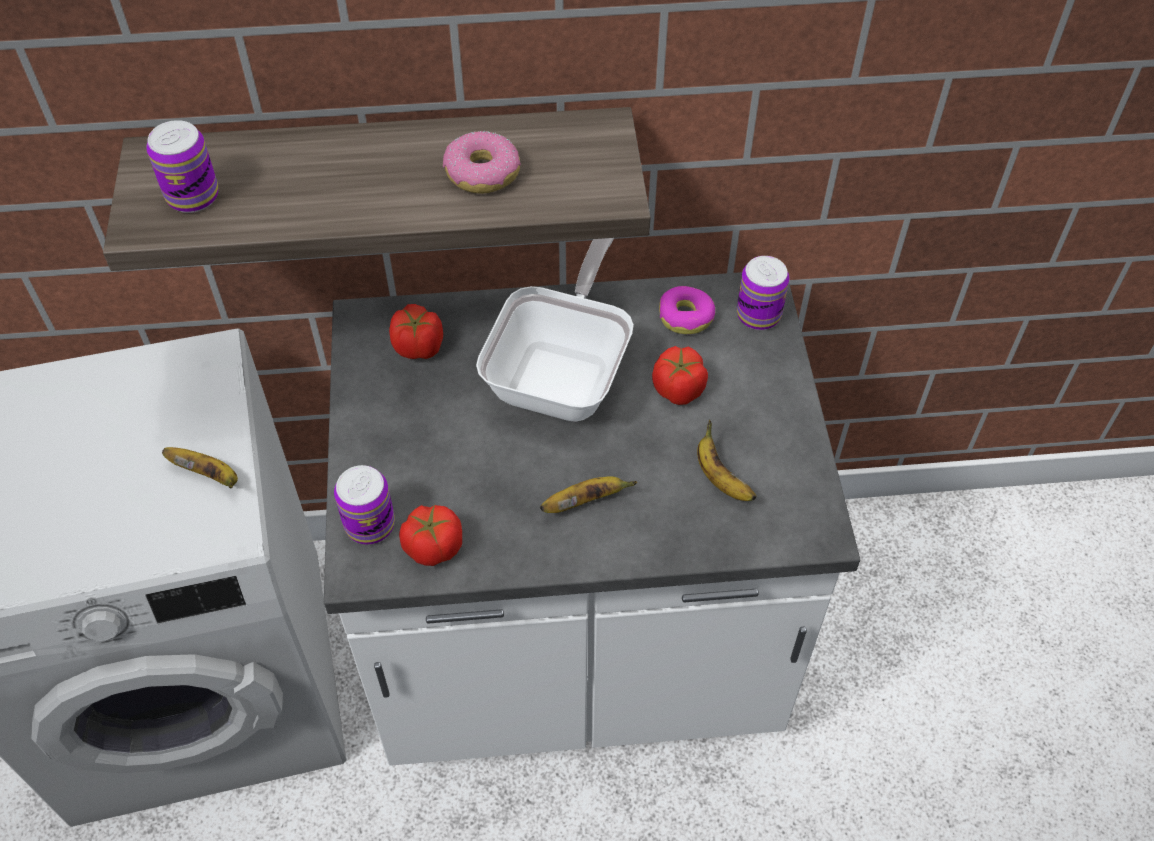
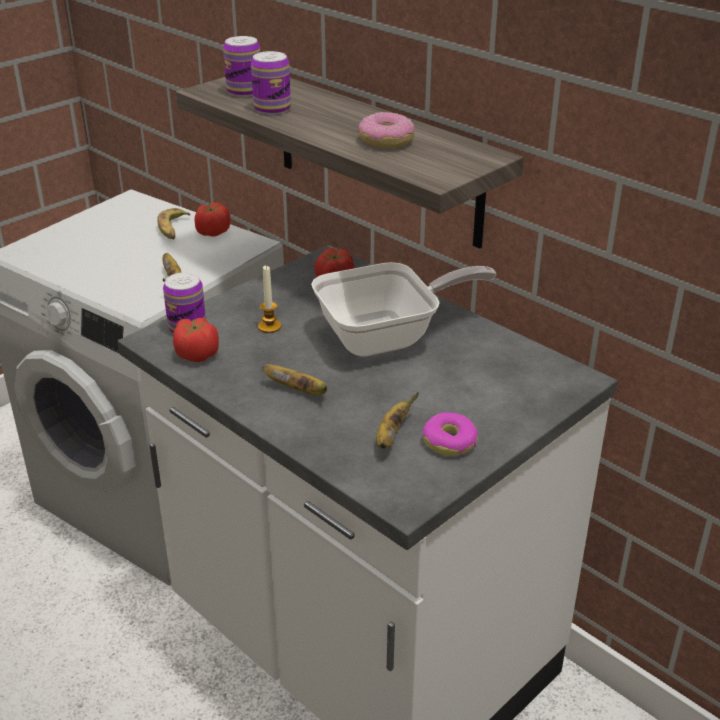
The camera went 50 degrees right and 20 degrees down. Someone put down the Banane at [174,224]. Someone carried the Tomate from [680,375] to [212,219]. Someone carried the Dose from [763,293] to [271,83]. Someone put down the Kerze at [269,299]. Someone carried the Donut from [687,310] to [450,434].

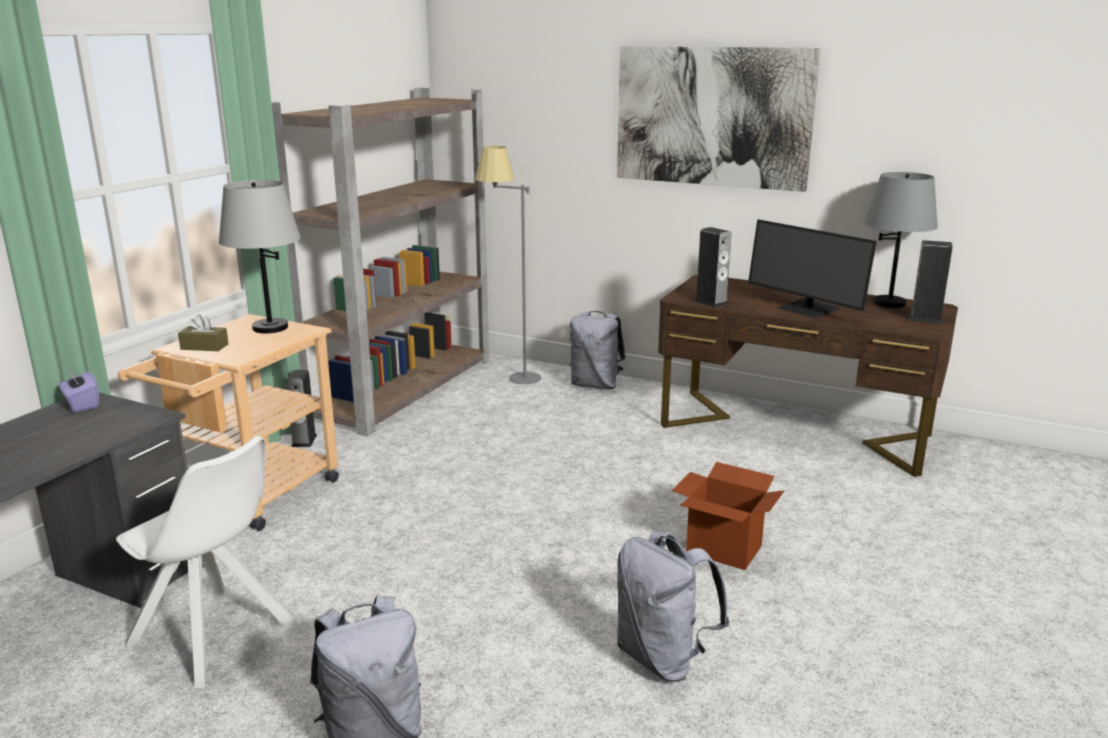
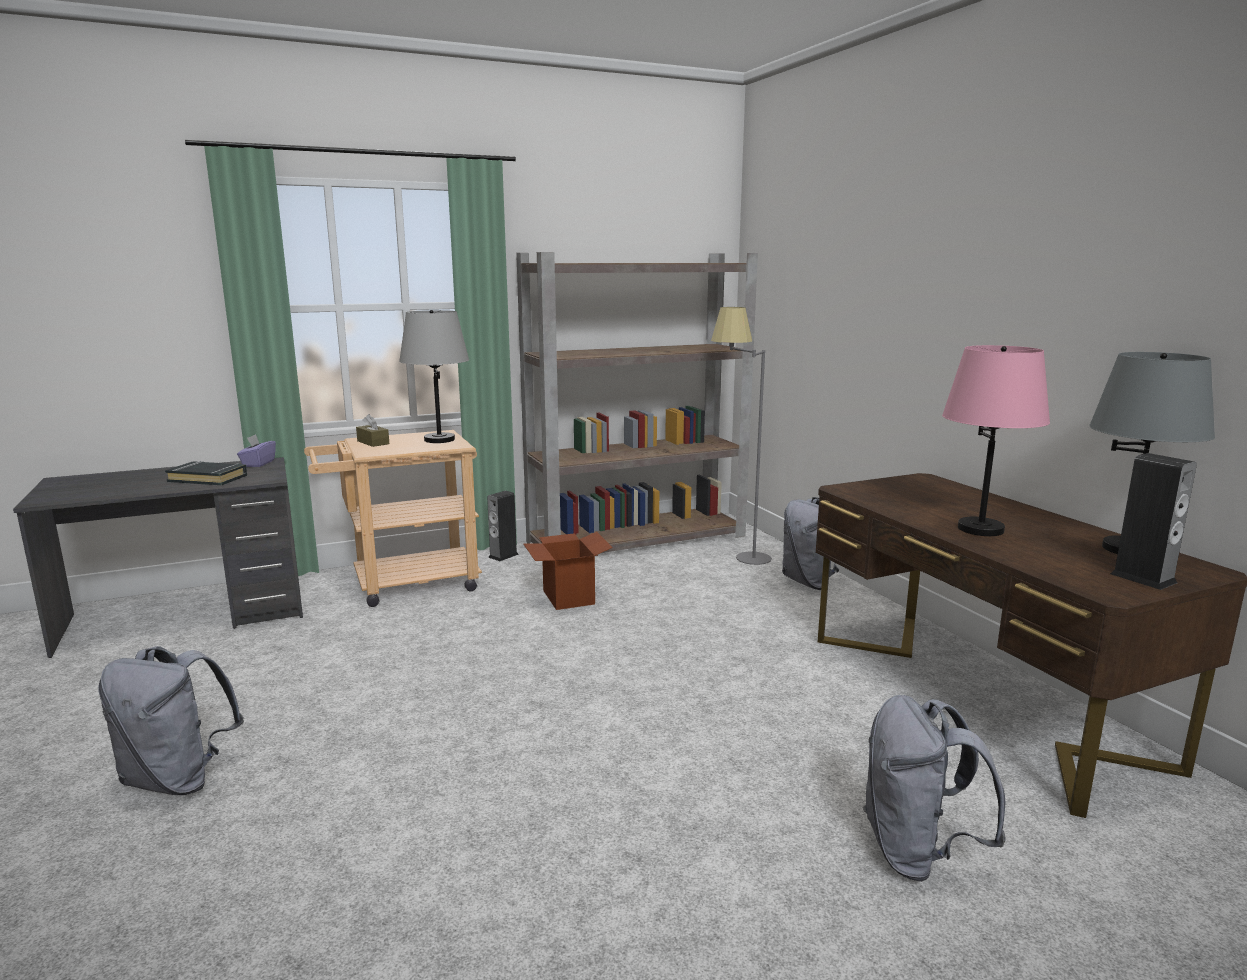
The camera went 40 degrees right and 5 degrees down. Someone put down the Buch (schwarz) at [206,473]. Someone carried the Karton from [728,516] to [568,571]. Someone carried the Rucksack (grau) from [673,606] to [934,788]. Someone swapped the Monitor at [812,268] for the Tischlampe (rosa) at [996,440]. Someone took away the Stuhl (weiß) at [205,562]. Someone took away the Bild at [719,119]. Someone took away the Lautsprecher at [713,267].

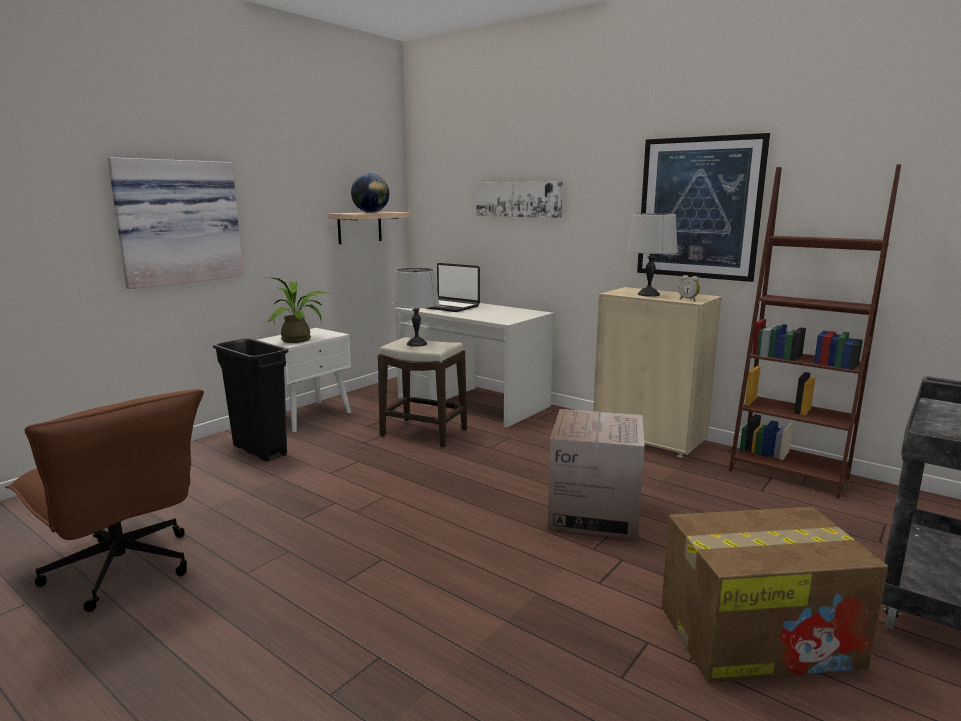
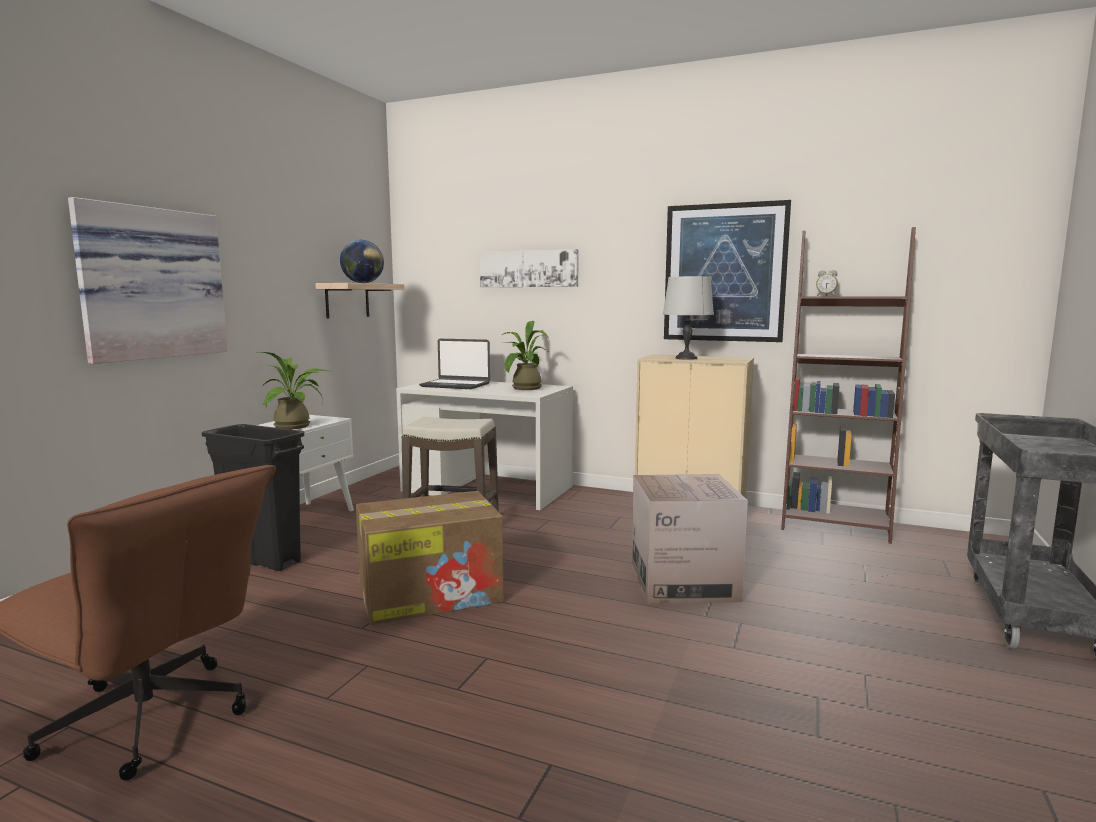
The camera went 15 degrees left and 5 degrees down. Someone carried the Karton from [774,595] to [430,558]. Someone put down the Topfpflanze at [525,355]. Someone carried the Wecker from [689,288] to [827,283]. Someone took away the Tischlampe (grau) at [415,307].

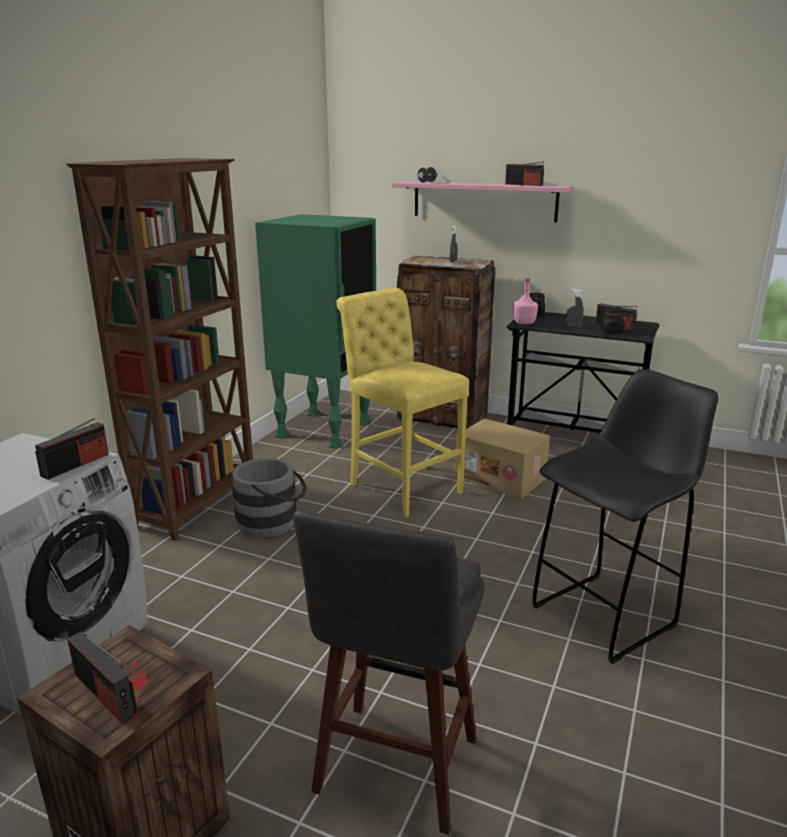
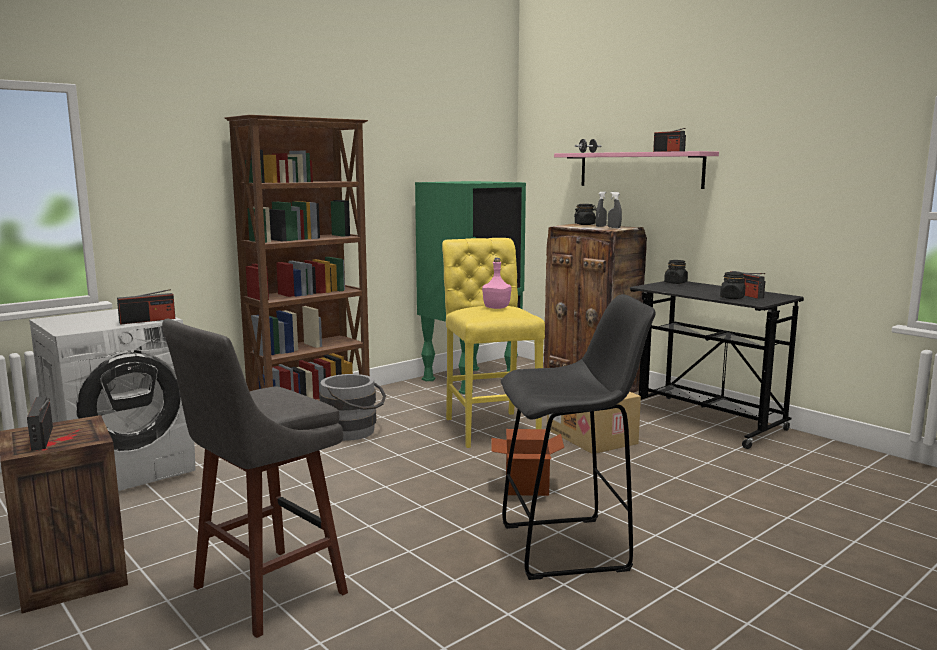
The camera went 25 degrees right and 10 degrees down. Someone carried the Flasche (rosa) from [525,301] to [496,283]. Someone put down the Karton at [527,462]. Someone put down the Vorratsglas (schwarz) at [585,214]. Someone carried the Sprühflasche (grau) from [575,308] to [615,210].

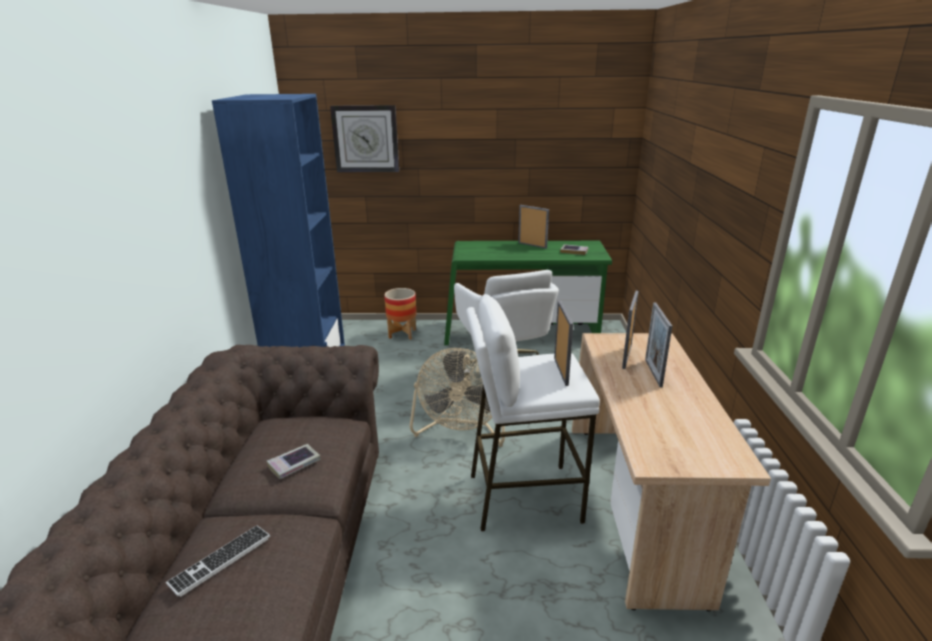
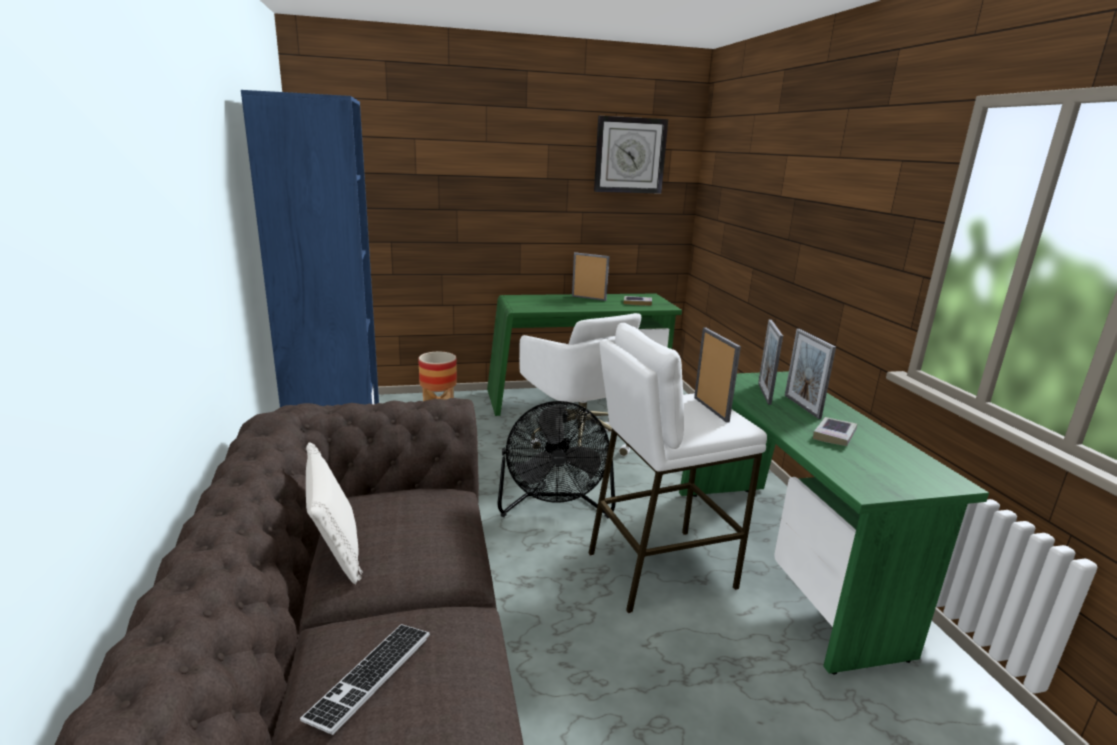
The camera went 15 degrees left and 5 degrees down. Someone put down the Kissen (weiß) at [334,513]. Someone repainted the Ventilator (beige) at [457,397], which became the Ventilator (schwarz) at [556,460]. Someone carried the Wanduhr from [364,138] to [631,155]. Someone repainted the Schreibtisch (beige) at [671,472], which became the Schreibtisch (grün) at [834,523]. Someone carried the Buch from [294,461] to [835,431].

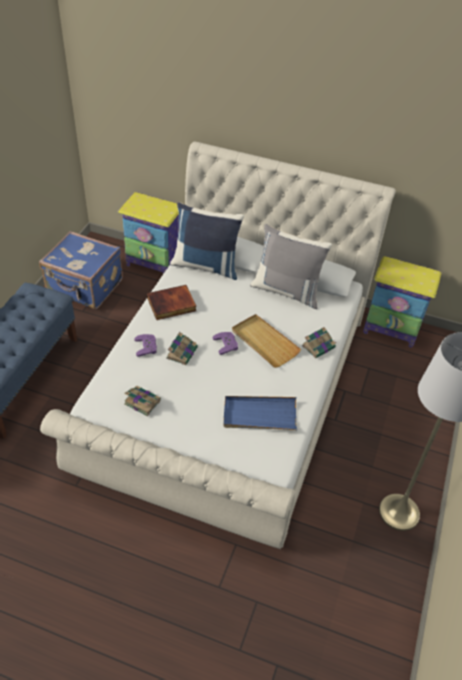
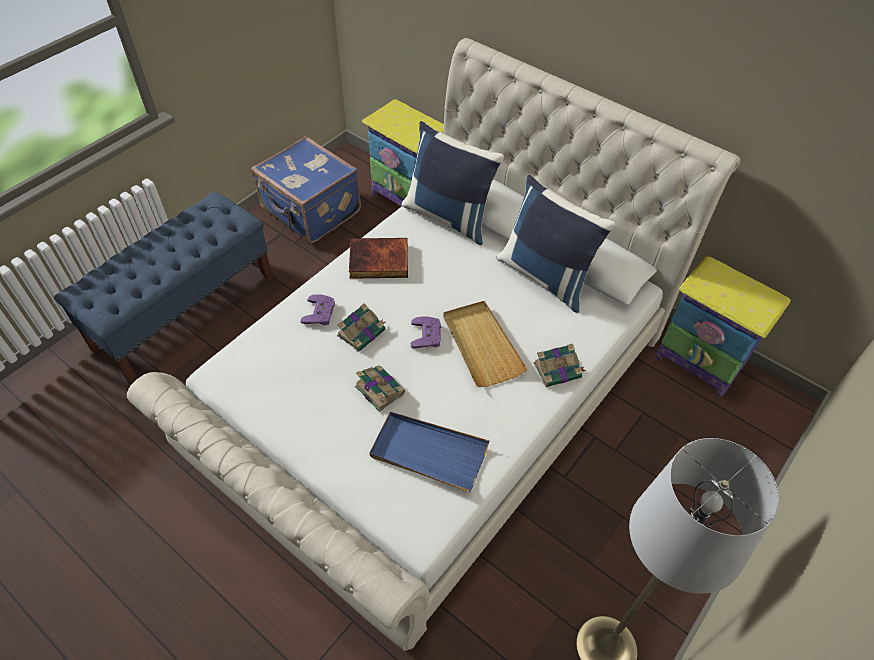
The camera went 20 degrees right and 5 degrees up. Someone carried the Buch from [142,401] to [380,388]. Someone repainted the Kissen (grau) at [291,266], which became the Kissen (blau) at [556,244].

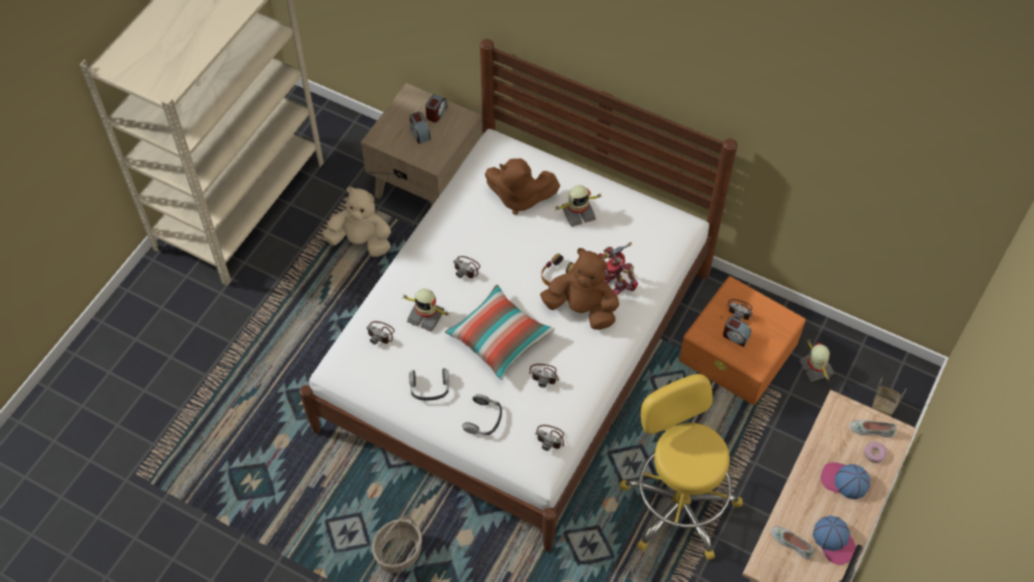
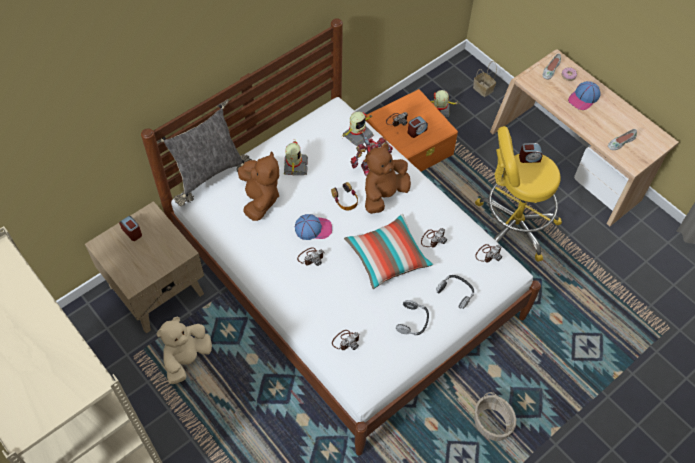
The camera went 70 degrees left and 0 degrees up. Someone put down the Kissen at [204,153]. Someone rotated the Plüschtier (braun) at [522,186] by 45 degrees counterclockwise. Someone carried the Kappe from [834,540] to [313,227]. Someone carried the Spielzeugroboter from [426,310] to [357,128]. Someone carried the Wecker from [420,128] to [531,153].

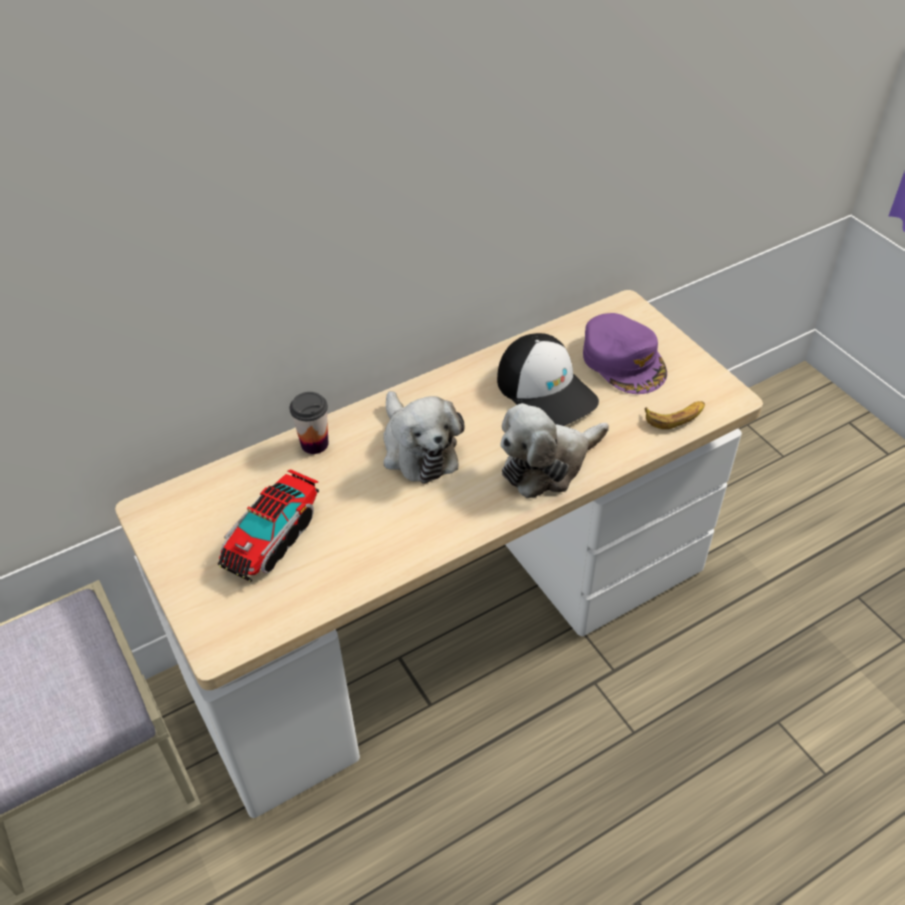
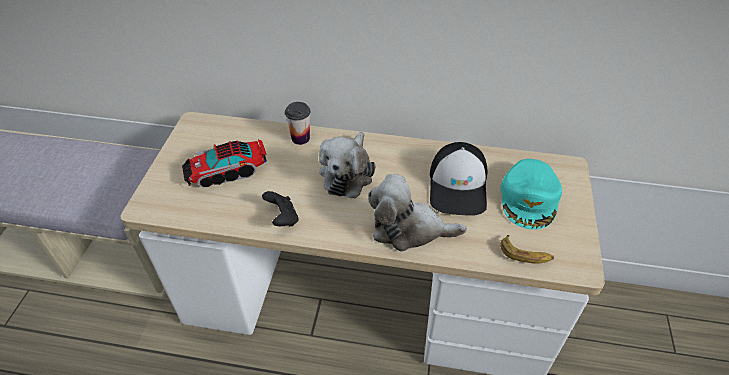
The camera went 40 degrees right and 0 degrees up. Someone put down the Gamepad (schwarz) at [280,208]. Someone repainted the Kappe (lila) at [625,353], which became the Kappe (türkis) at [531,194].

